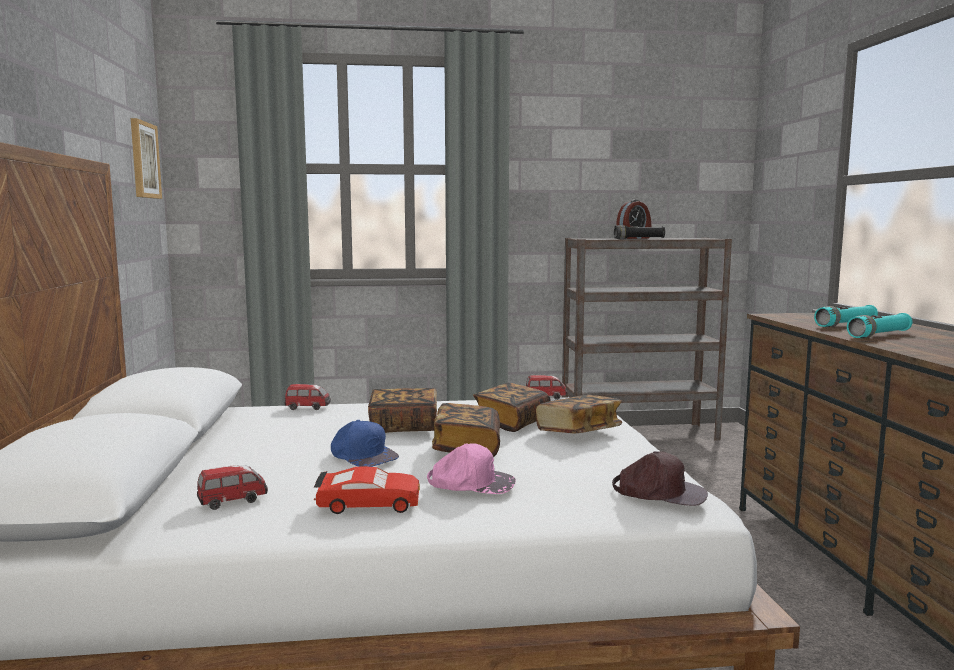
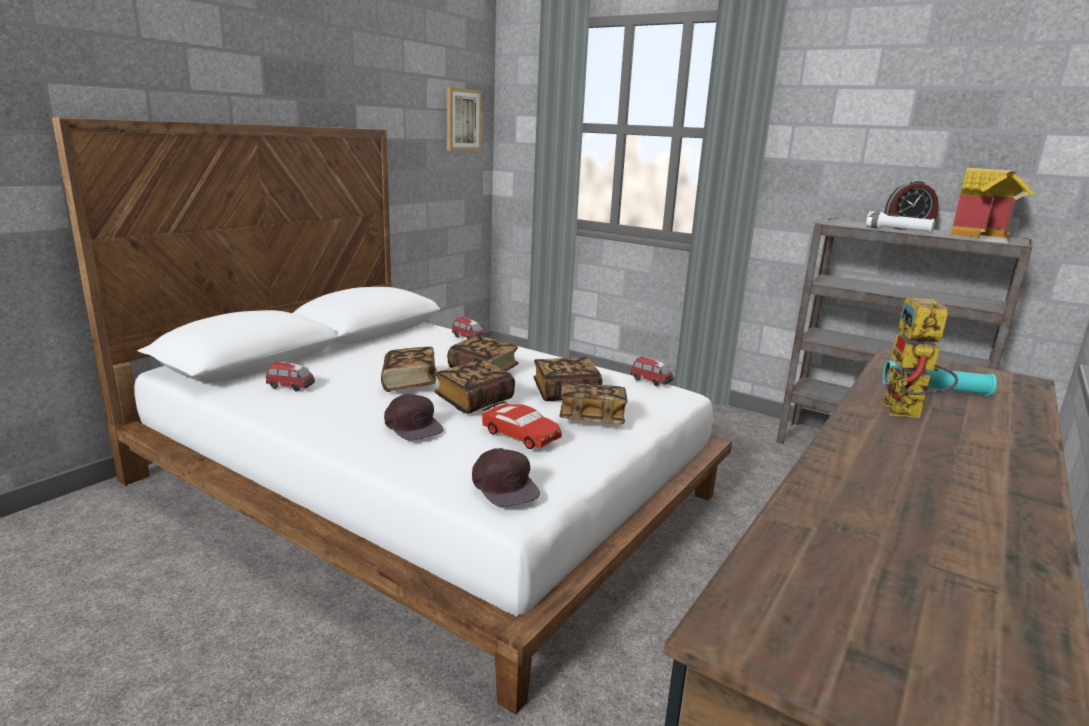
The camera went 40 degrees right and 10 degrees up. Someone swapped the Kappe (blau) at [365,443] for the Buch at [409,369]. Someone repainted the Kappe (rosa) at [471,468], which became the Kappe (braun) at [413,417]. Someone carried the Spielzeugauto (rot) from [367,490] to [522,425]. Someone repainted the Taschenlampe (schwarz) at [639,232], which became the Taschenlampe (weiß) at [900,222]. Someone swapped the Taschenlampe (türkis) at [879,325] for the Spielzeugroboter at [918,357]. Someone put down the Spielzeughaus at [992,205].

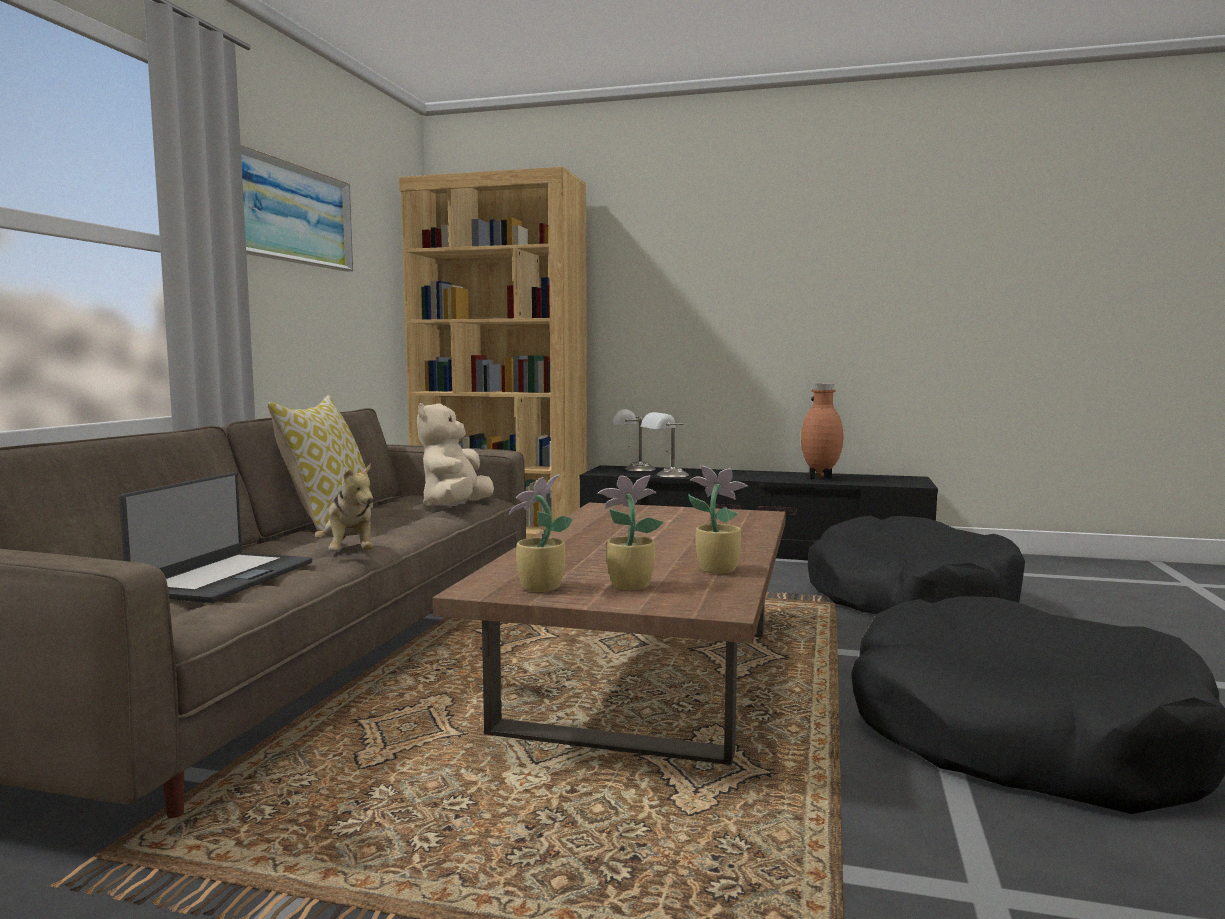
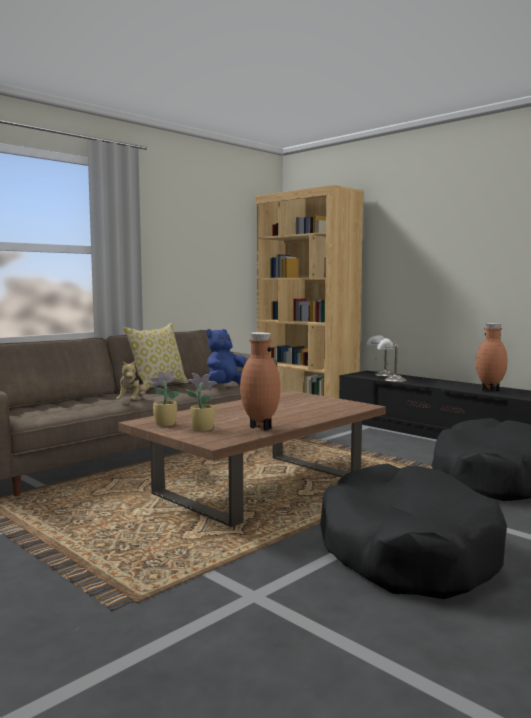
The camera went 30 degrees right and 0 degrees up. Someone repainted the Plüschtier (beige) at [455,454], which became the Plüschtier (blau) at [226,356]. Someone swapped the Topfpflanze at [718,520] for the Vase (braun) at [260,381]. Someone took away the Laptop at [215,537]. Someone took away the Bild at [296,208].

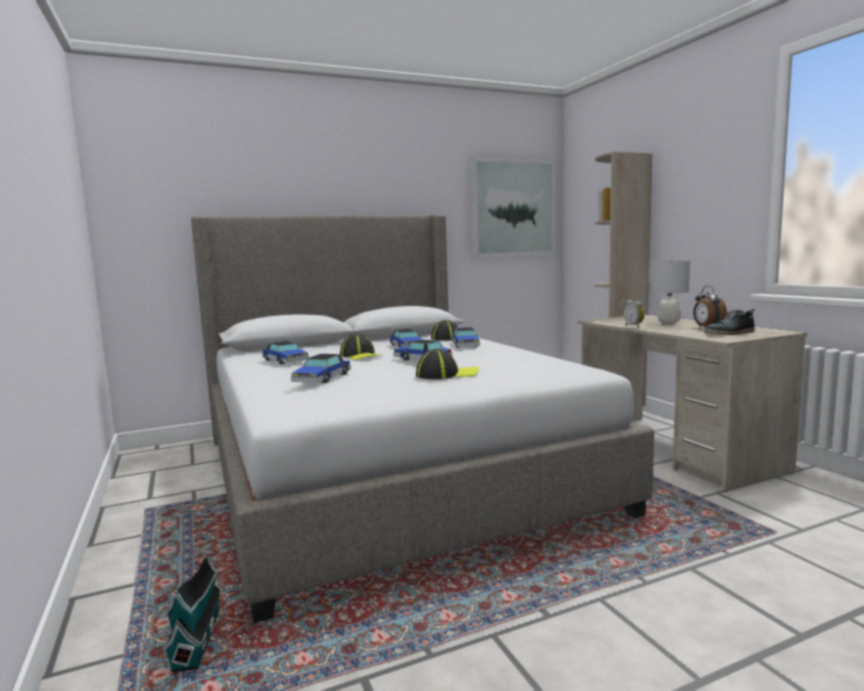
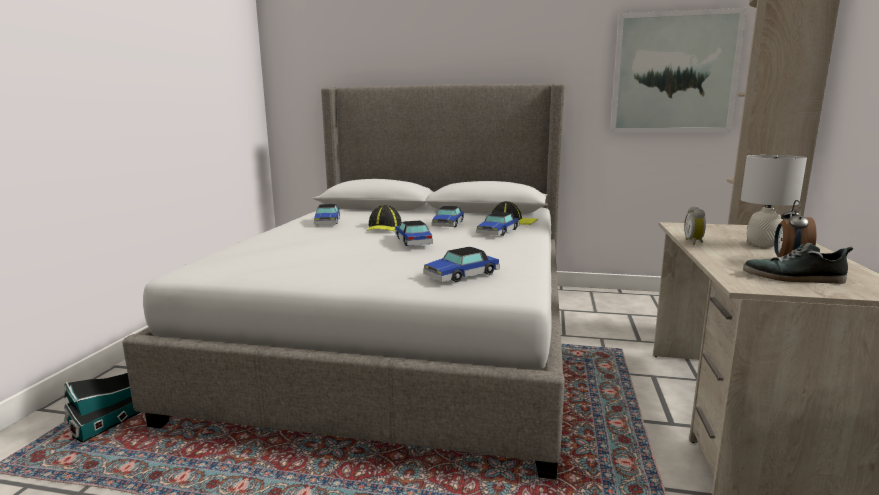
The camera went 35 degrees right and 5 degrees up. Someone carried the Spielzeugauto from [321,368] to [461,264]. Someone took away the Kappe at [447,364].

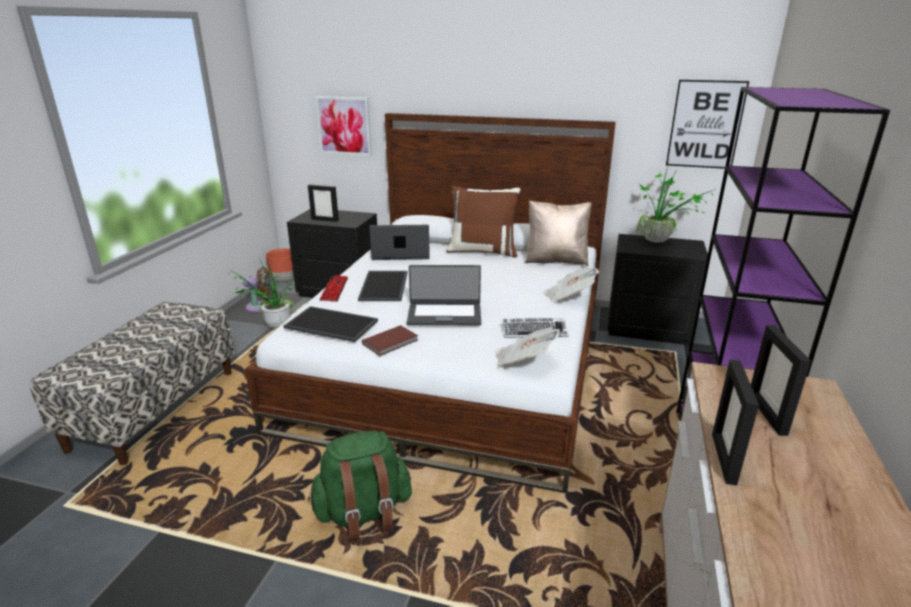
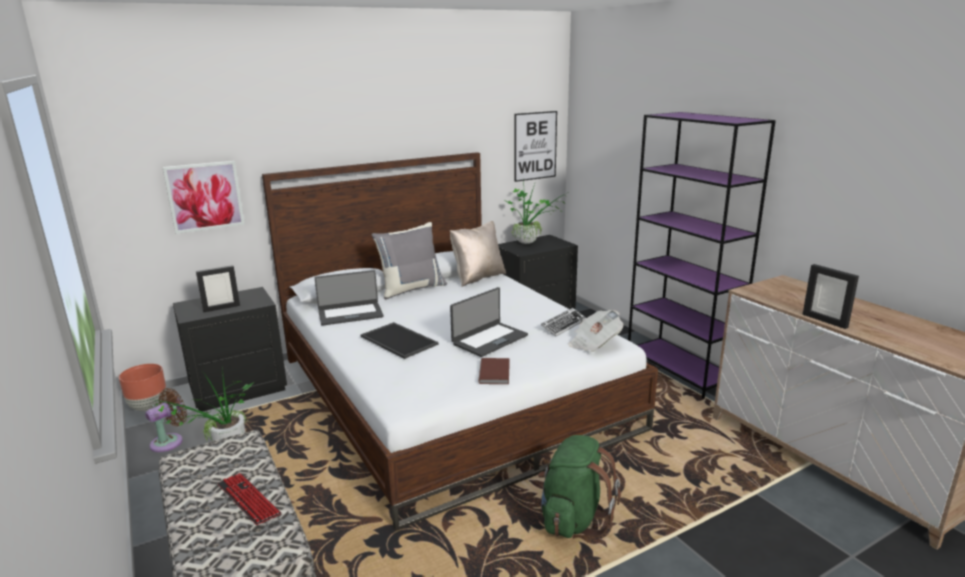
The camera went 45 degrees left and 5 degrees down. Someone carried the Tastatur from [333,288] to [249,499]. Someone rotated the Laptop at [399,242] by 150 degrees counterclockwise. Someone repainted the Kissen (braun) at [483,222], which became the Kissen (grau) at [409,260]. Someone took away the Tablett at [330,324]. Someone took away the Zeitung at [571,284]. Someone took away the Bilderrahmen at [781,380].

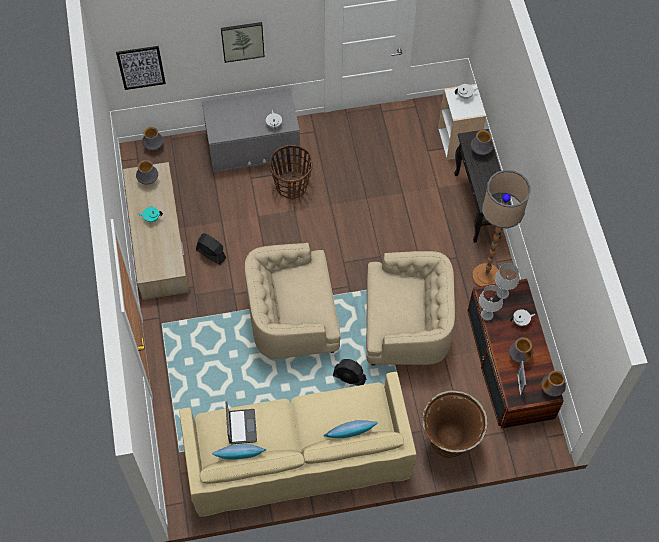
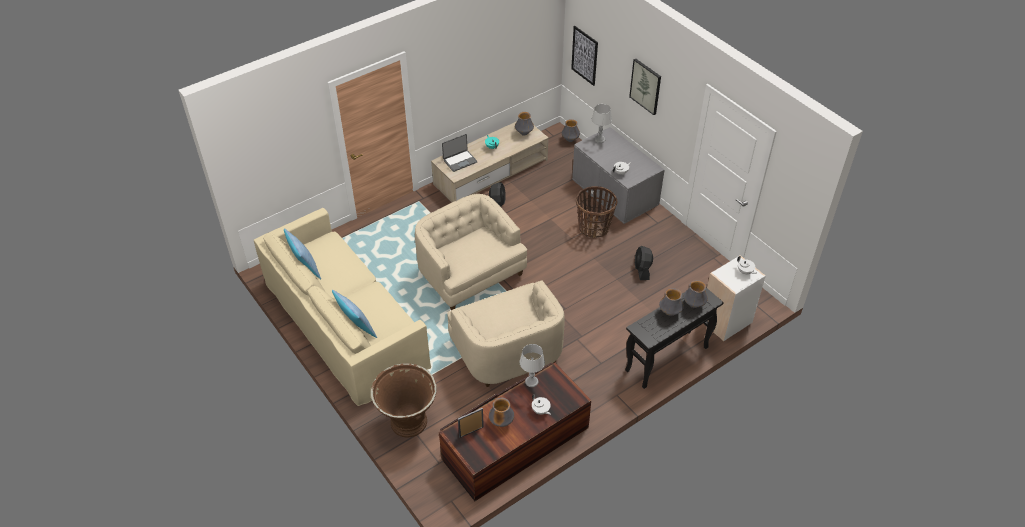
The camera went 65 degrees right and 15 degrees down. Someone carried the Laptop from [241,422] to [459,153]. Someone carried the Tischlampe (grau) from [507,281] to [602,123]. Someone carried the Ventilator (schwarz) from [349,372] to [644,263]. Someone carried the Vase from [553,383] to [671,302]. Someone took away the Stehlampe at [502,228].

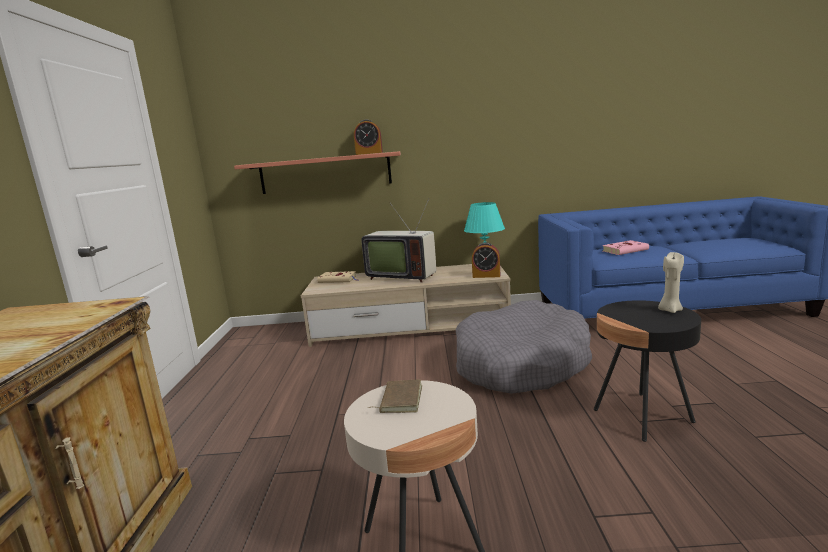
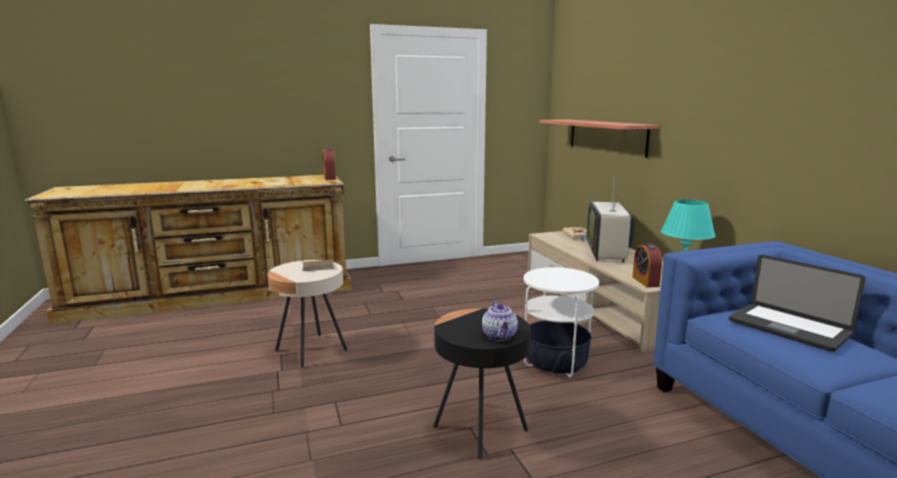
The camera went 70 degrees right and 0 degrees up. Someone carried the Wecker from [368,137] to [329,164]. Someone swapped the Kerze (beige) at [671,282] for the Teekanne at [500,321]. Someone swapped the Hundebett (grau) at [524,347] for the Beistelltisch (weiß) at [561,322]. Someone swapped the Buch (rosa) at [625,247] for the Laptop at [797,303].

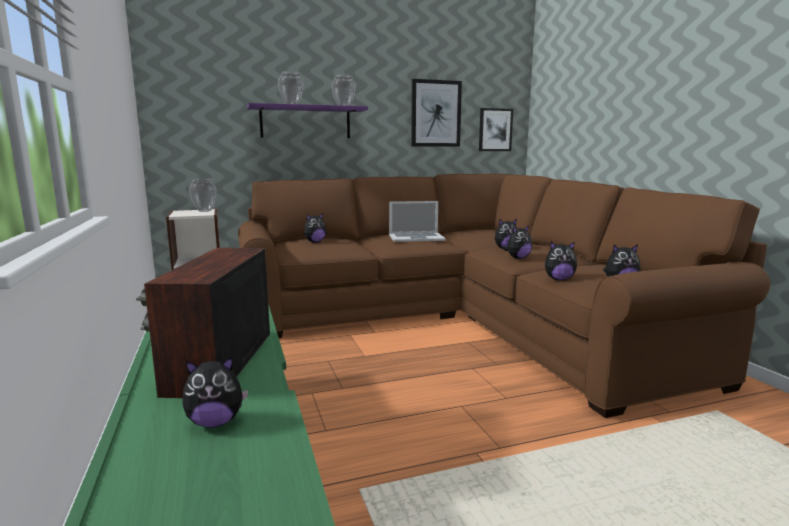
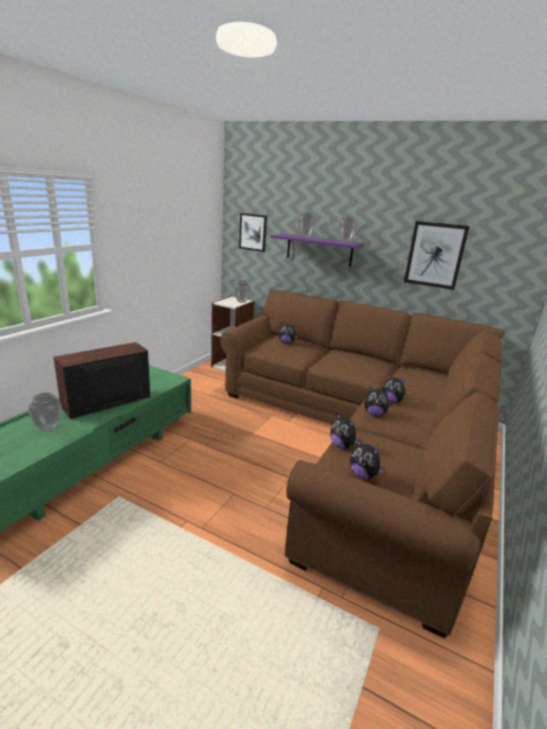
The camera went 45 degrees right and 10 degrees up. Someone swapped the Plüschtier at [215,392] for the Vase at [45,412]. Someone carried the Bild from [496,129] to [253,232]. Someone took away the Laptop at [417,221].

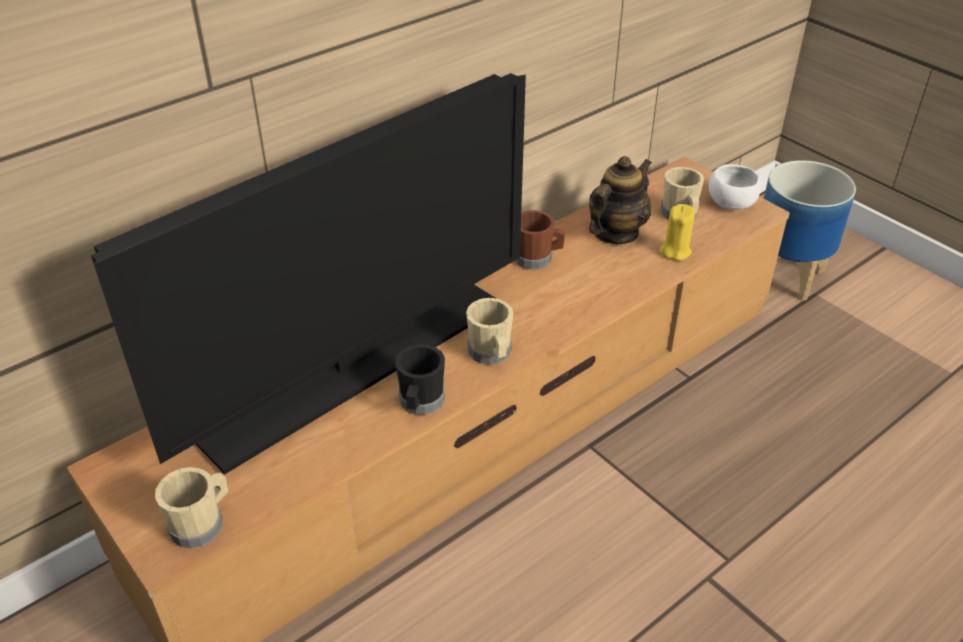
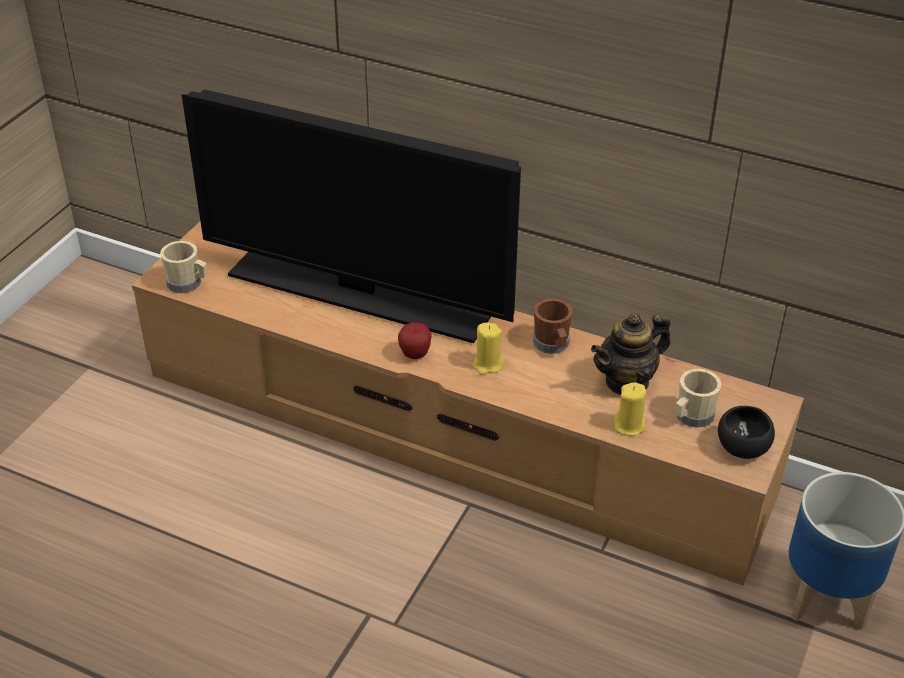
The camera went 65 degrees right and 0 degrees up. Someone swapped the Henkelbecher (beige) at [489,331] for the Apfel at [415,340]. Someone put down the Kerze (gelb) at [488,349]. Someone rotated the Teekanne at [620,200] by 135 degrees clockwise. Someone repainted the Schüssel (weiß) at [735,187], which became the Schüssel (schwarz) at [746,432]. Someone took away the Henkelbecher (schwarz) at [420,379].

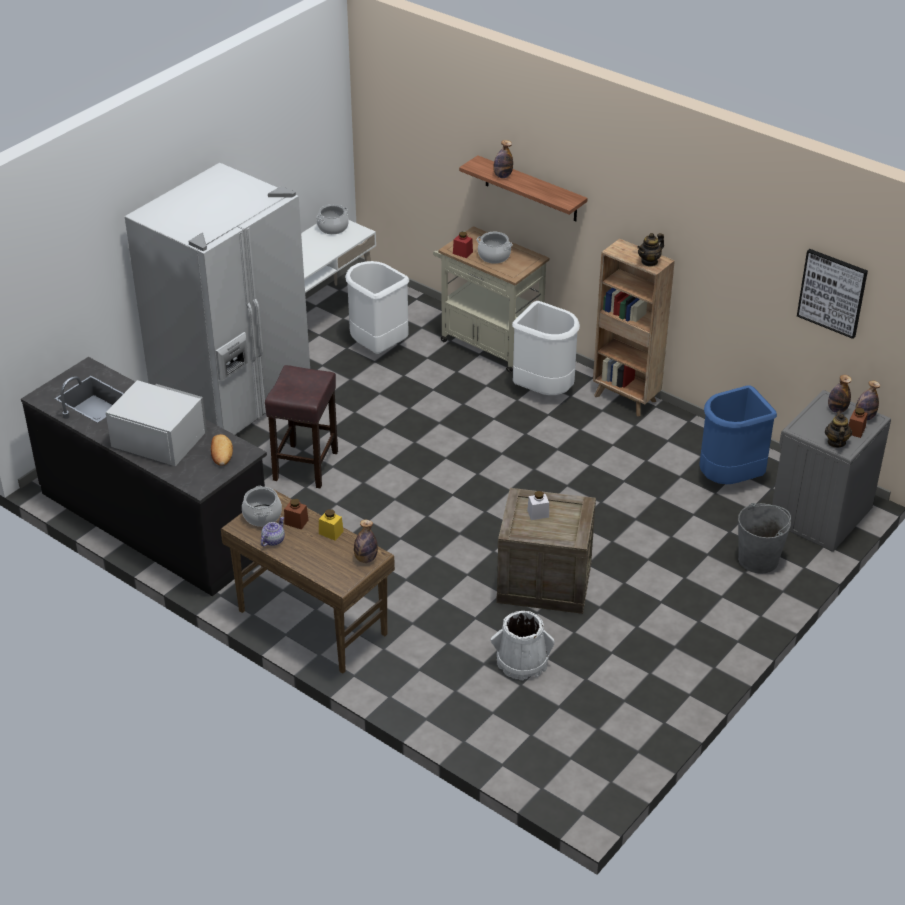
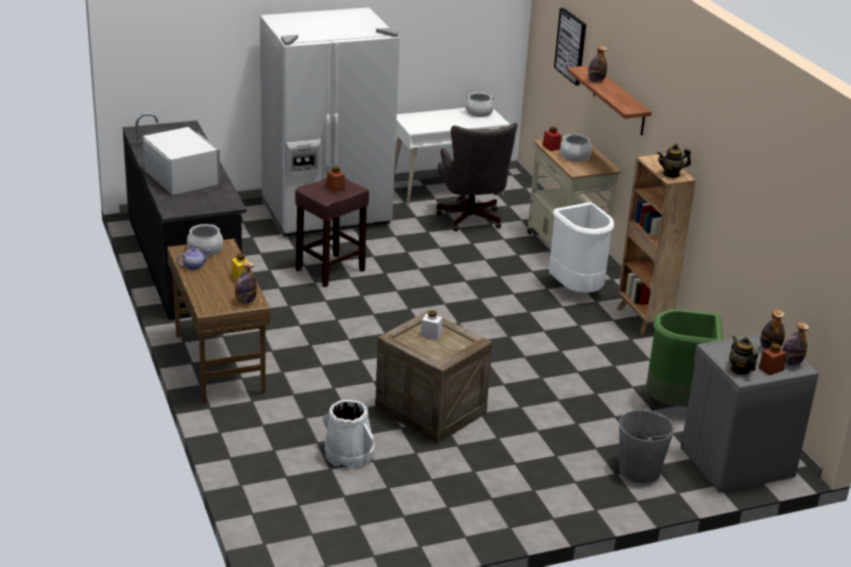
The camera went 30 degrees right and 10 degrees down. Someone carried the Vorratsglas (braun) from [296,514] to [335,179]. Someone swapped the Mülleimer (weiß) at [377,307] for the Bürostuhl (grau) at [477,177]. Someone carried the Bild from [832,294] to [570,47]. Someone repainted the Mülleimer (blau) at [738,434], which became the Mülleimer (grün) at [685,358]. Someone rotated the Teekanne at [838,429] by 60 degrees counterclockwise. Someone took away the Brot at [222,450].

